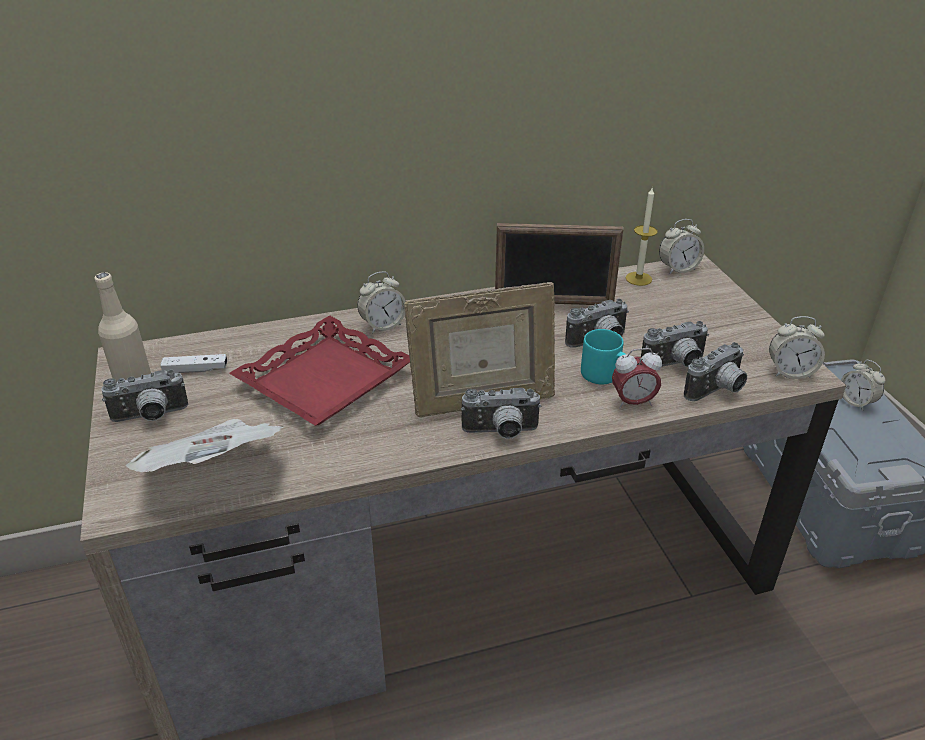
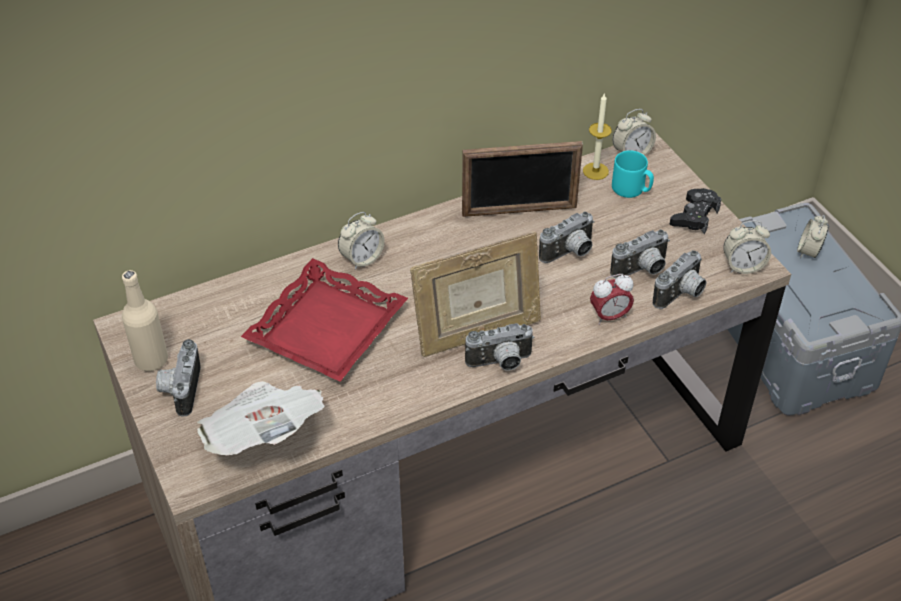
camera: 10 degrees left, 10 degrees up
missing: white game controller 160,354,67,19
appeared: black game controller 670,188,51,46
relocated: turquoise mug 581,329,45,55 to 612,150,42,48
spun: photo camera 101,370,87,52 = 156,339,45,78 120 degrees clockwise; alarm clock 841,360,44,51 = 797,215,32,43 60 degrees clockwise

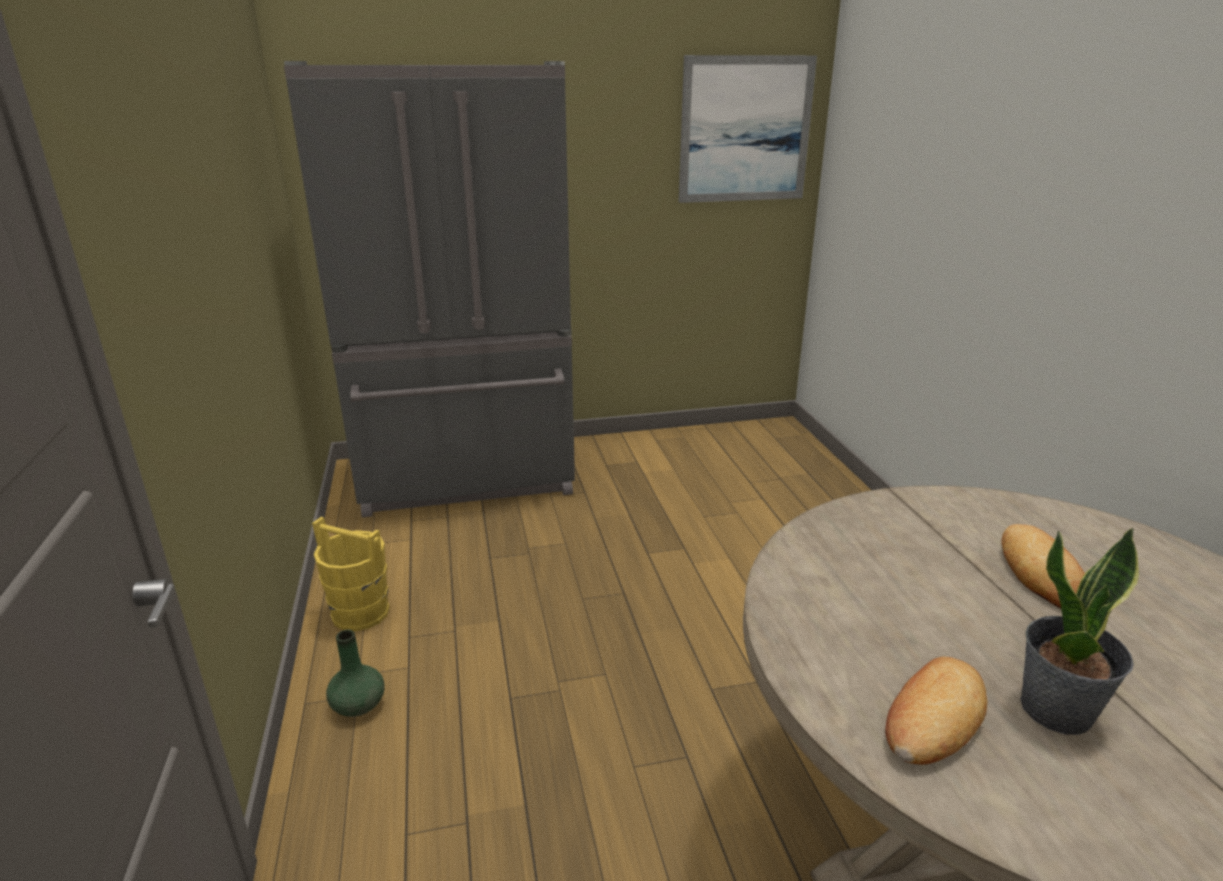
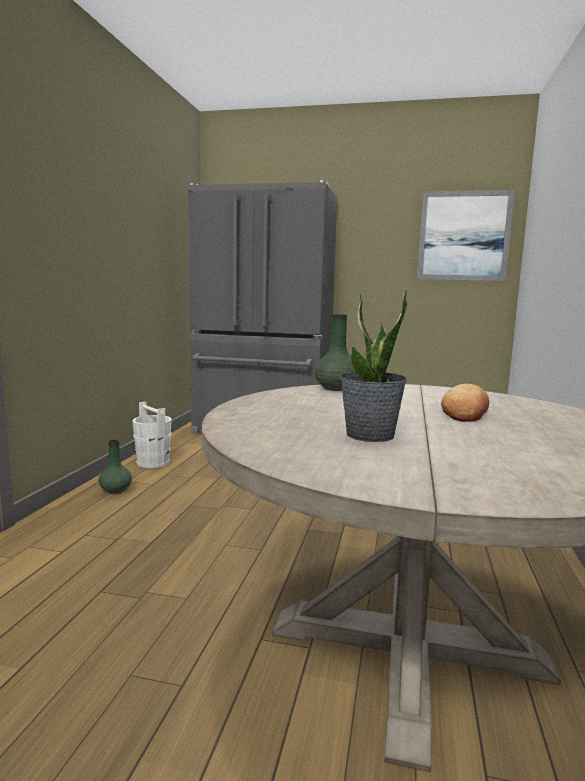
camera: 25 degrees right, 15 degrees down
missing: bread 885,657,102,108
appeared: green vase 314,314,41,77
colour: yellow bucket 312,517,77,115 to white bucket 132,402,40,66

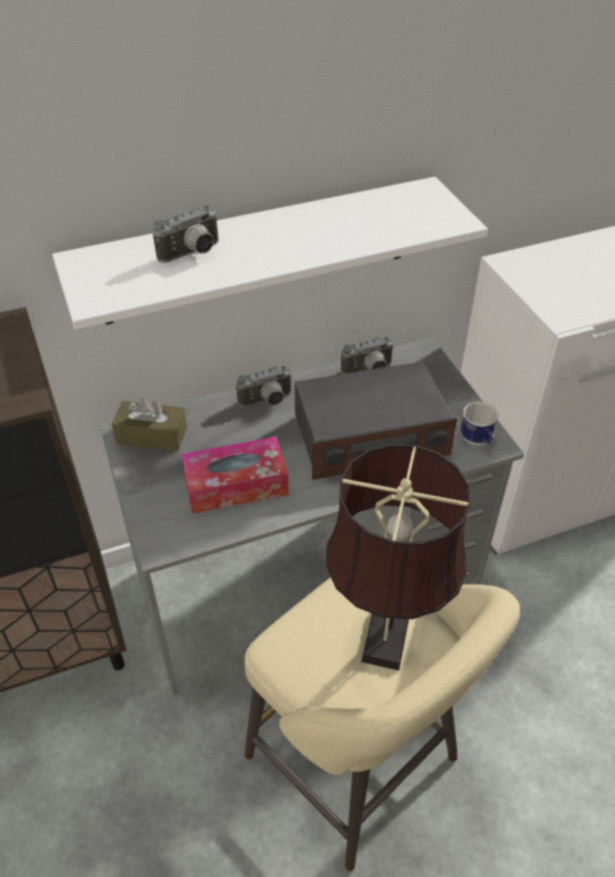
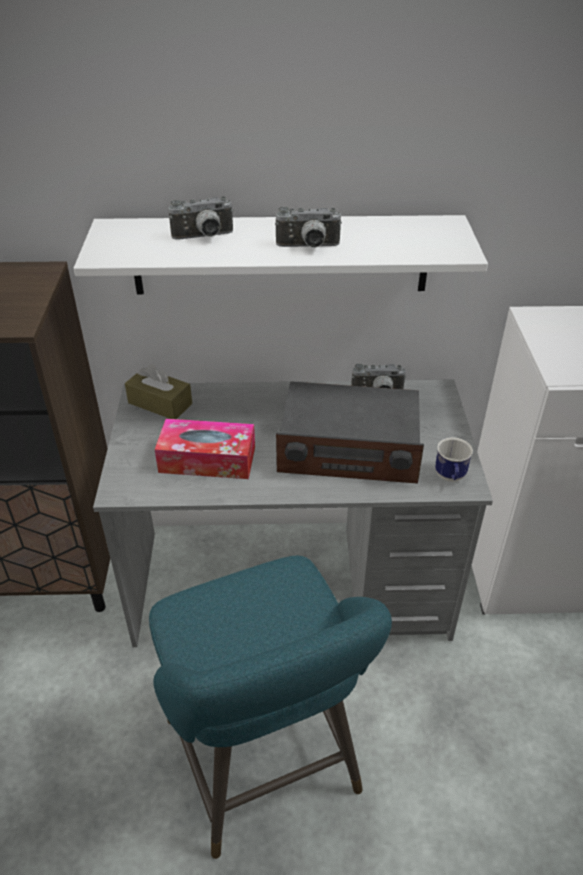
camera: 20 degrees right, 5 degrees down
missing: brown table lamp 326,444,145,227
relocated: photo camera 236,366,57,41 to 275,207,67,41
colour: beige stool 245,577,275,294 to turquoise stool 149,555,243,304

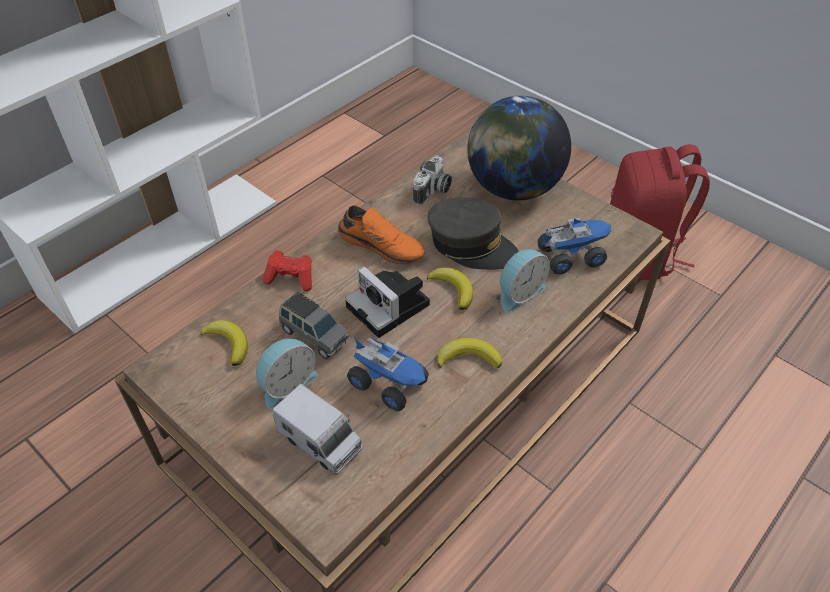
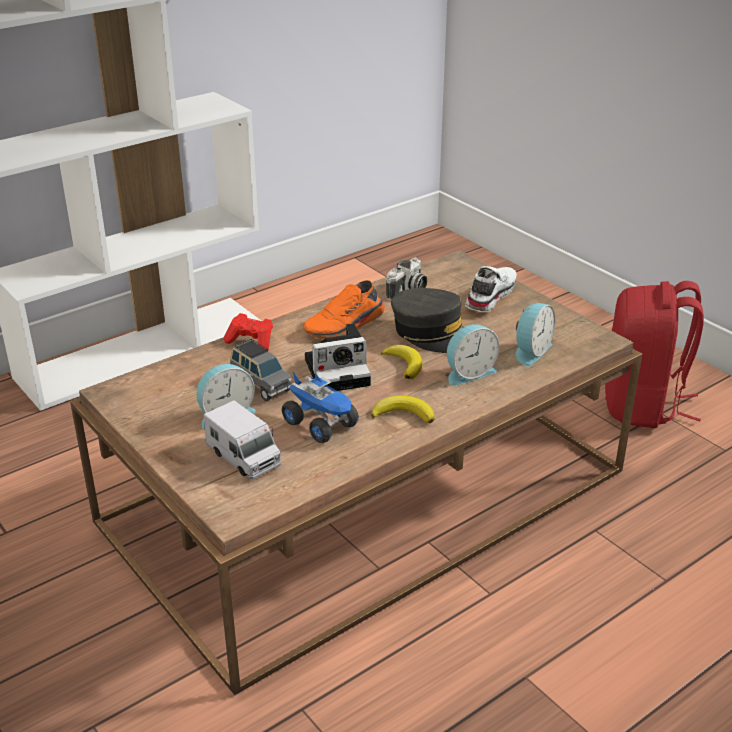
camera: 10 degrees right, 15 degrees down
missing: banana 201,320,47,46
exchanged: globe 467,96,104,105 to white shoe 465,266,52,46; toy truck 538,218,73,56 to alarm clock 516,303,39,64
spun: orange shoe 337,205,88,60 = 303,280,82,59 105 degrees clockwise; photo camera 345,266,85,72 = 305,323,66,68 75 degrees counterclockwise

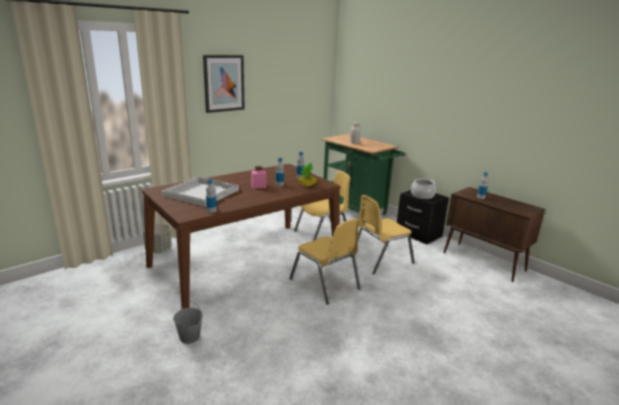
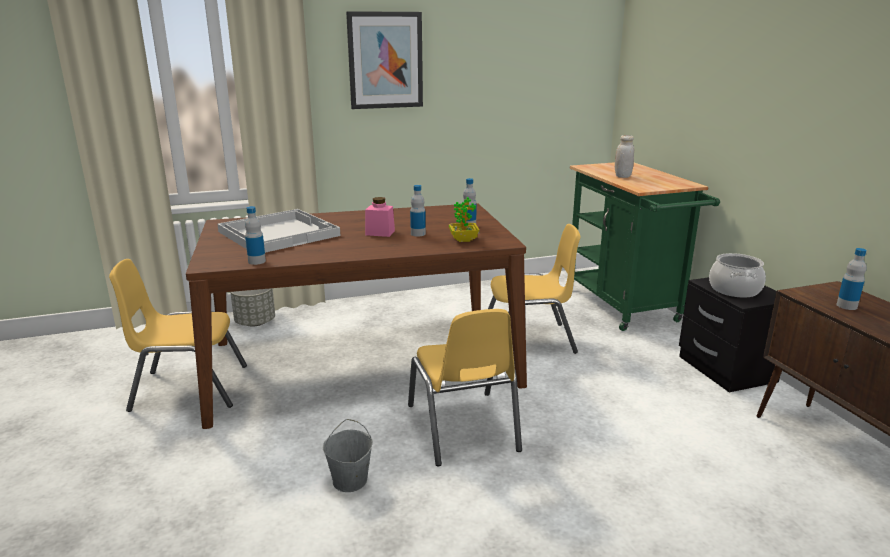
camera: 25 degrees right, 0 degrees up
relocated: grey bucket 173,302,30,42 to 323,419,50,73; yellow chair 350,195,65,79 to 109,259,138,153

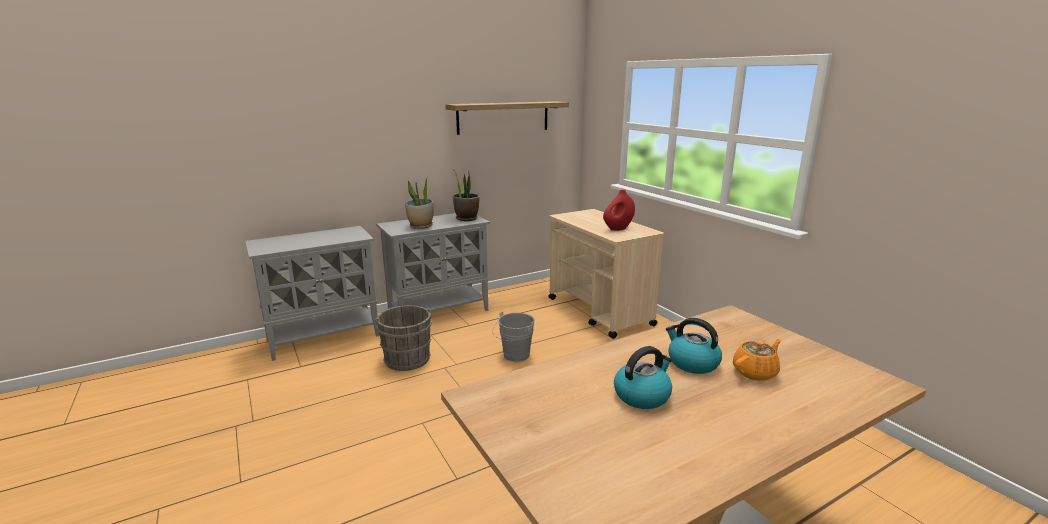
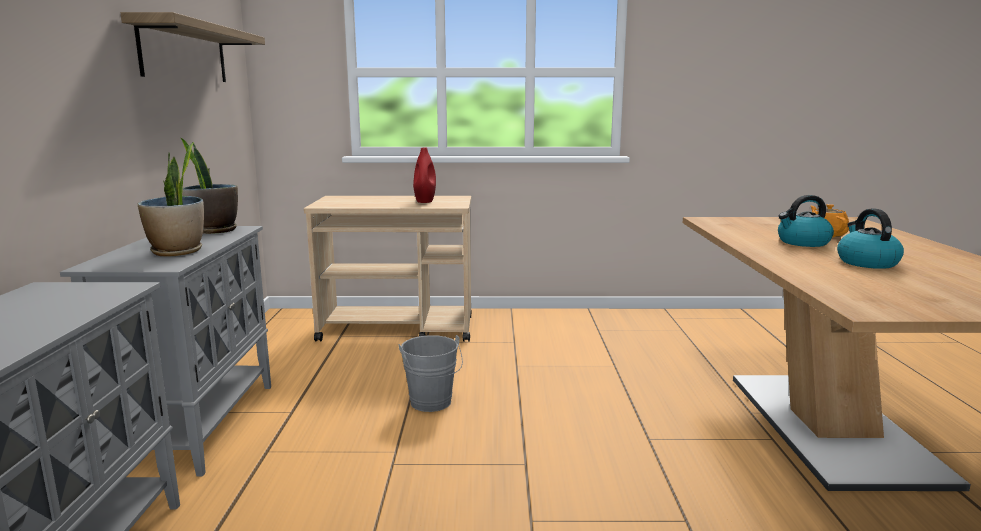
camera: 60 degrees left, 5 degrees down
missing: grey bucket 373,305,59,66

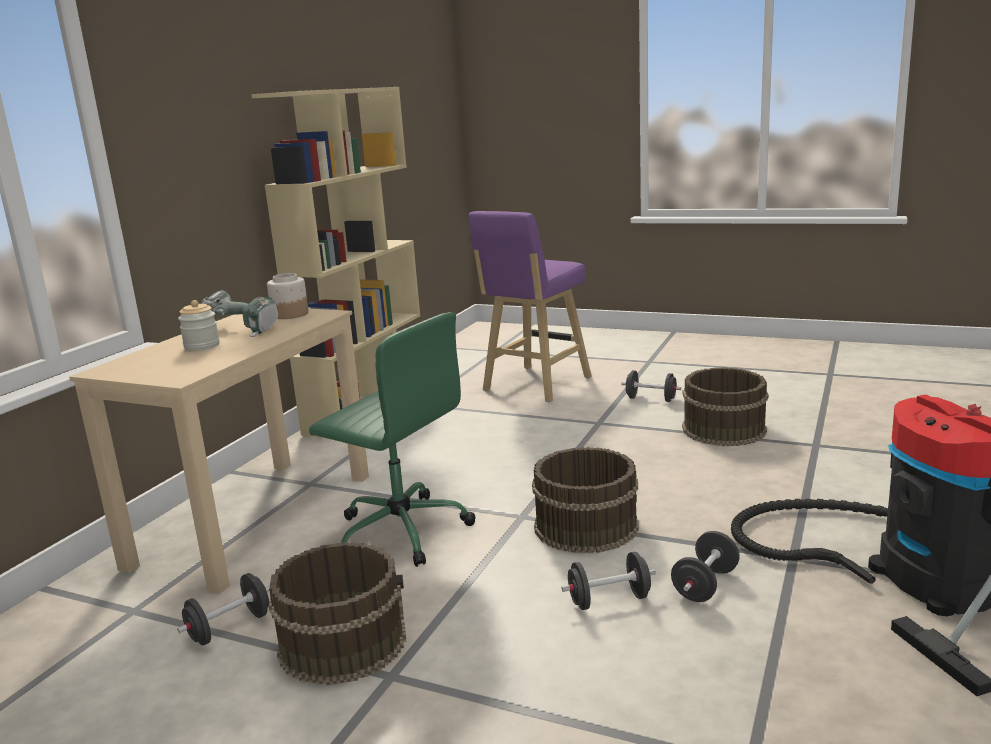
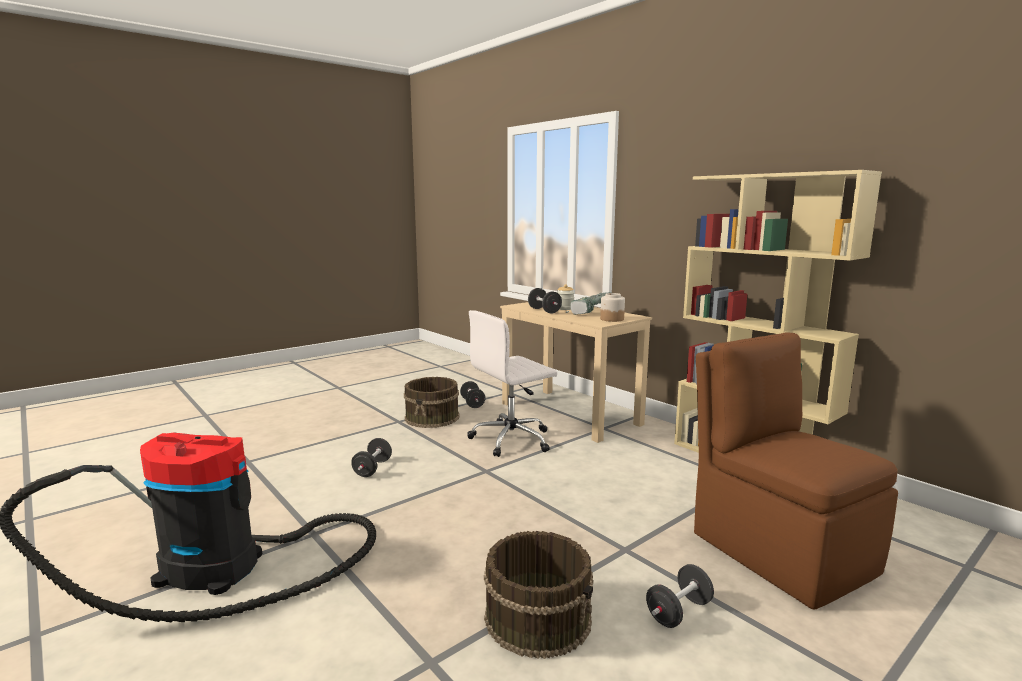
camera: 115 degrees right, 5 degrees down
missing: brown bucket 532,447,107,107
relocated: black dumbbell 671,531,69,71 to 528,288,34,26
exchanged: purple stool 469,211,123,191 to brown chair 694,332,204,277
colour: green office chair 309,312,167,255 to white office chair 467,310,90,147

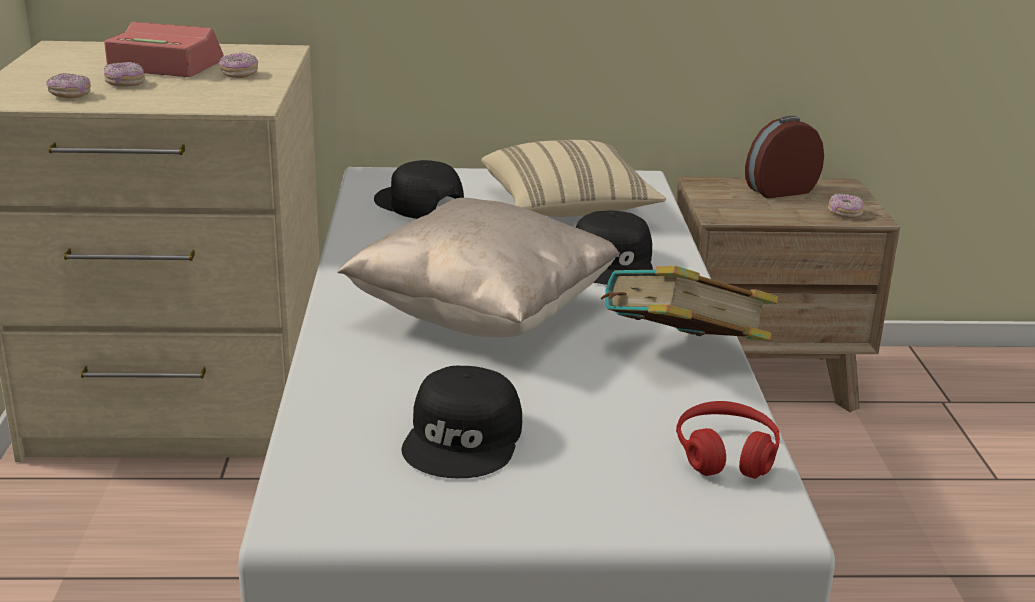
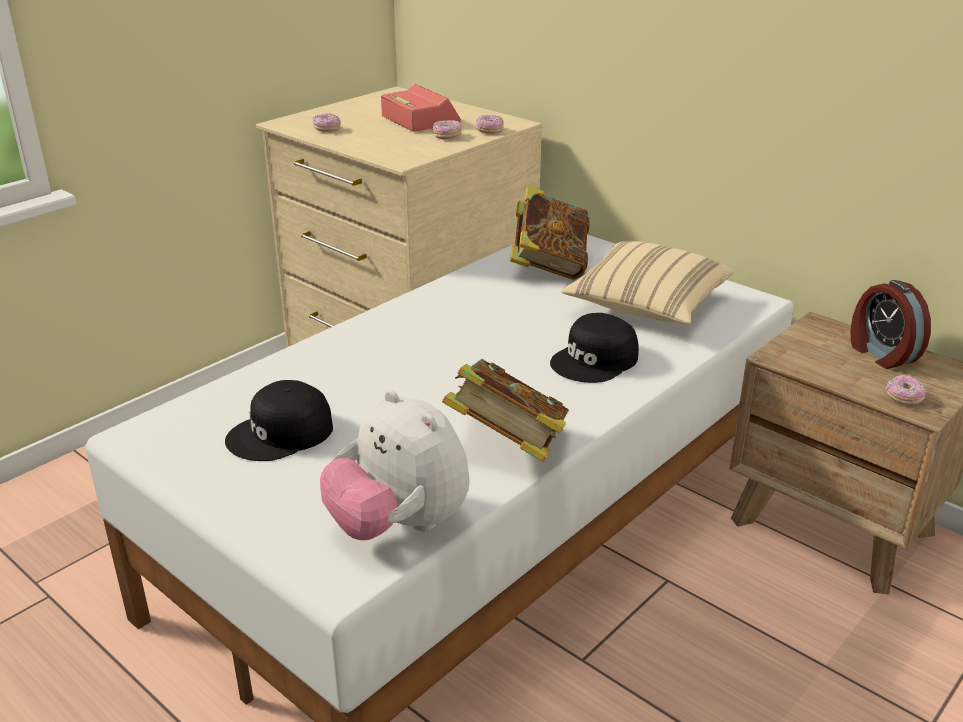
camera: 45 degrees right, 5 degrees up
missing: beige pillow 337,198,282,139
relocated: donut 104,62,41,25 to 476,115,28,19
exchanged: black cap 374,160,90,59 to book 510,186,80,94; red headphones 676,401,104,78 to plush toy 320,390,149,150
spun: alarm clock 745,116,79,82 = 851,280,80,89 135 degrees counterclockwise

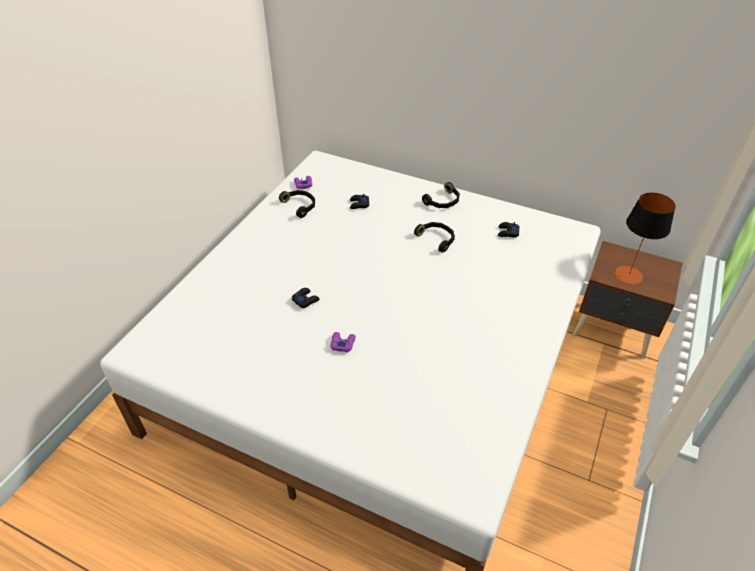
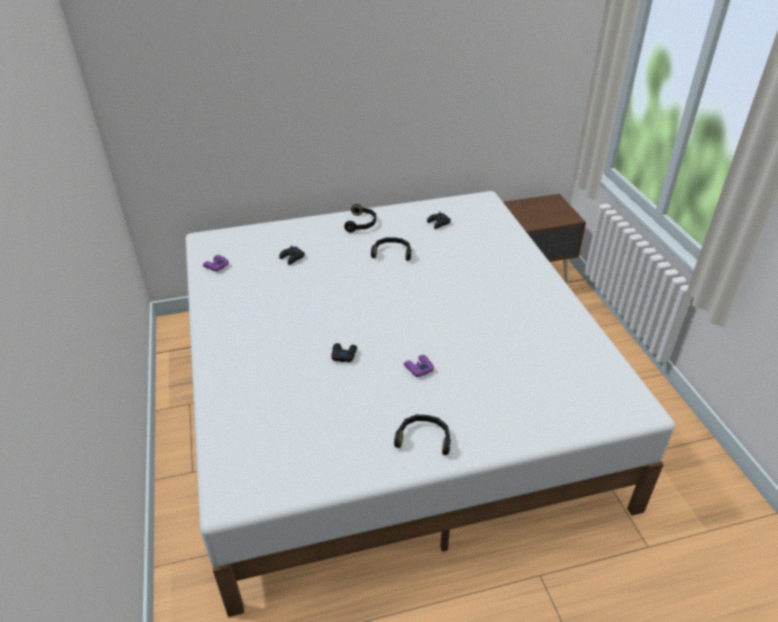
camera: 40 degrees left, 5 degrees down
missing: table lamp 615,193,61,91
relocated: black headphones 279,190,36,28 to 394,415,57,40

